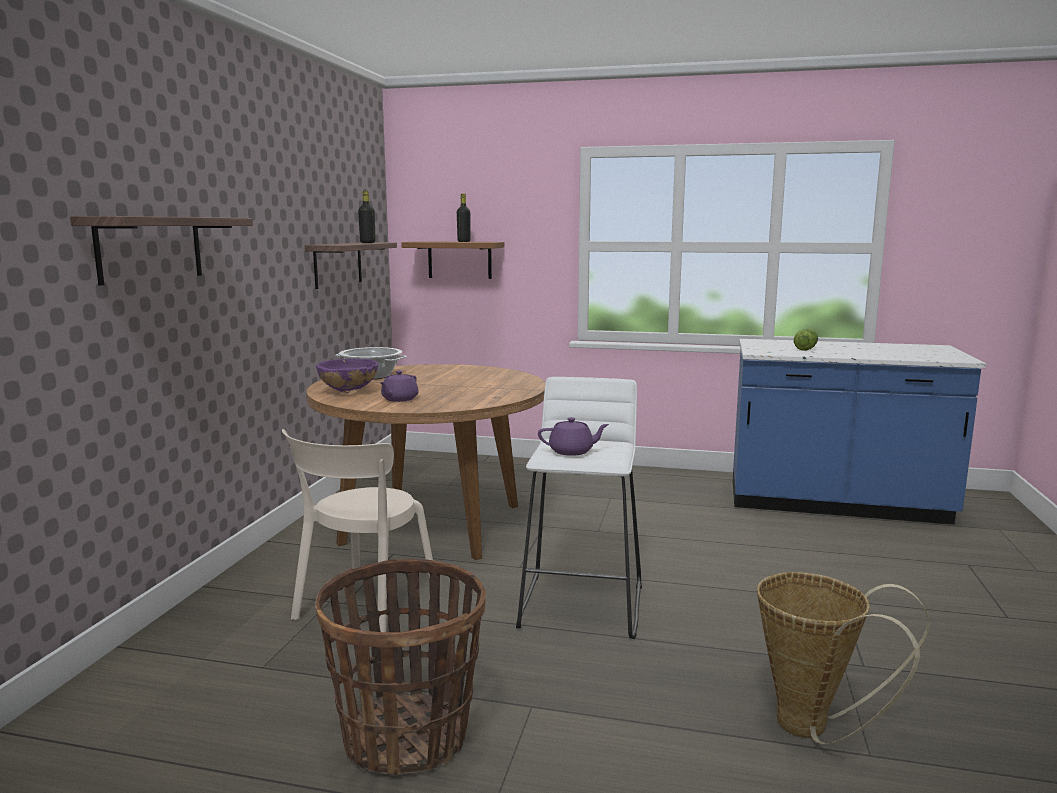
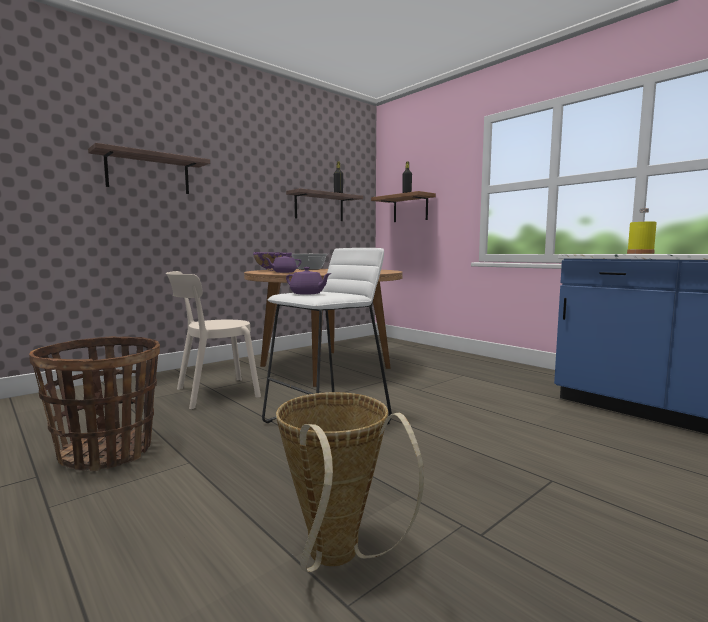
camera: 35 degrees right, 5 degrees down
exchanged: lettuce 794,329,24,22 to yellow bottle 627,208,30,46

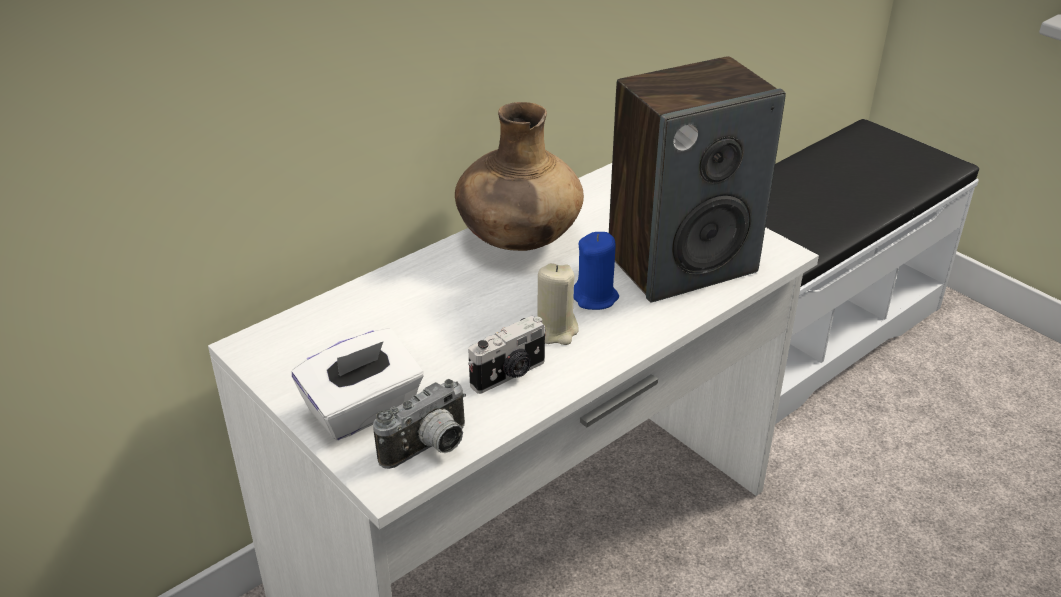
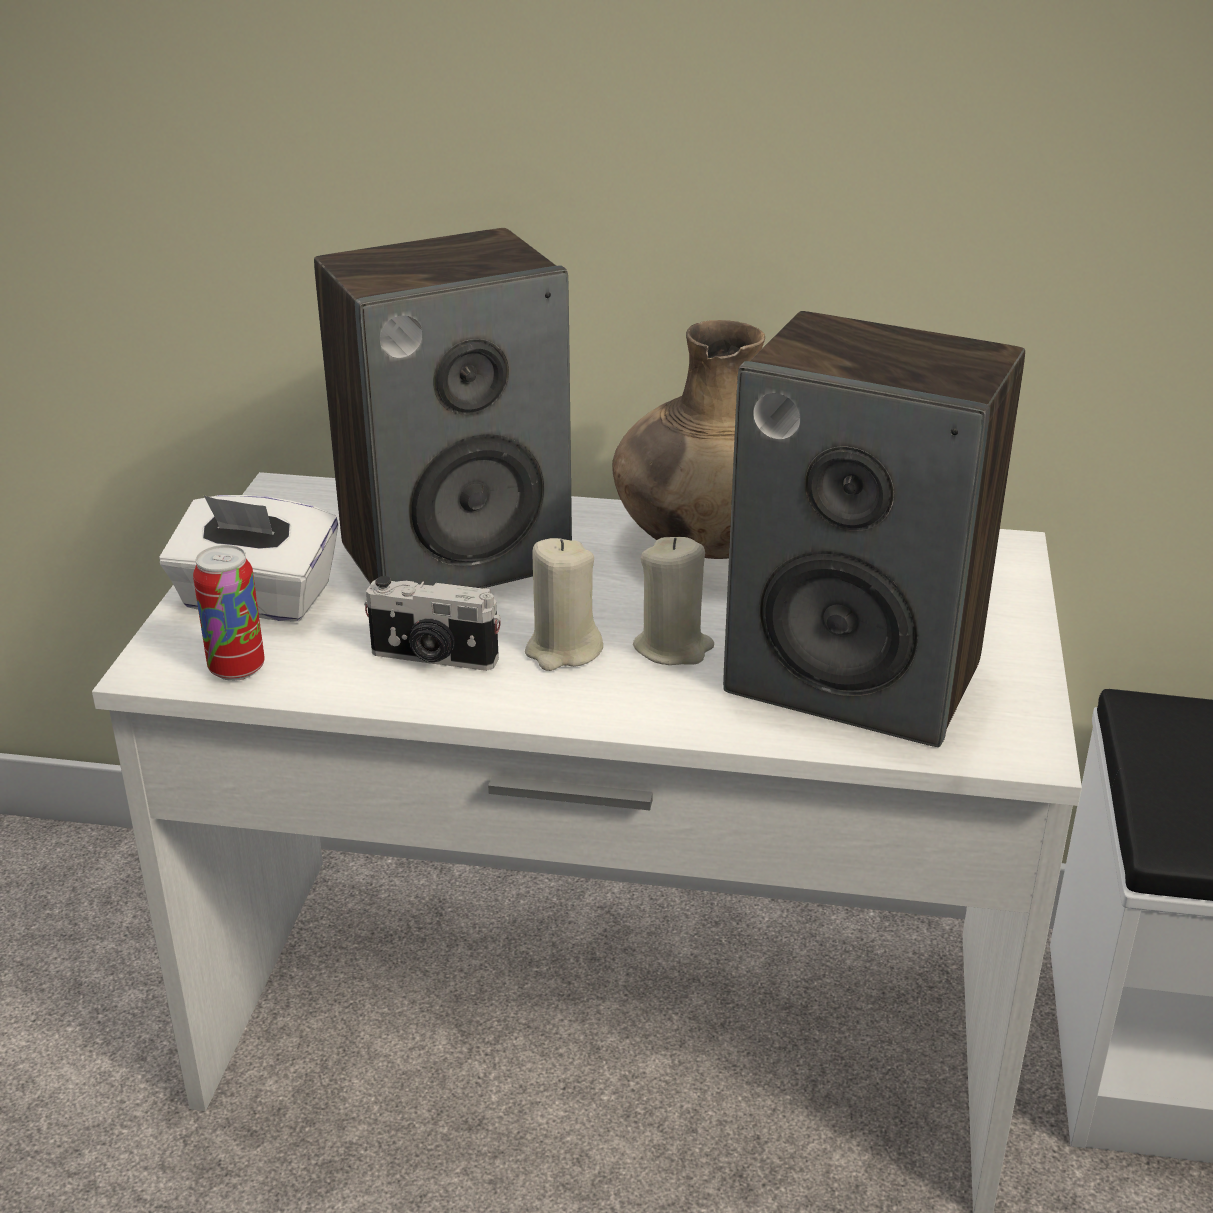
camera: 50 degrees right, 5 degrees down
appeared: speaker 314,228,258,360
exchanged: photo camera 373,379,93,90 to can 193,545,72,136
colour: blue candle 574,232,45,78 to beige candle 633,537,81,128

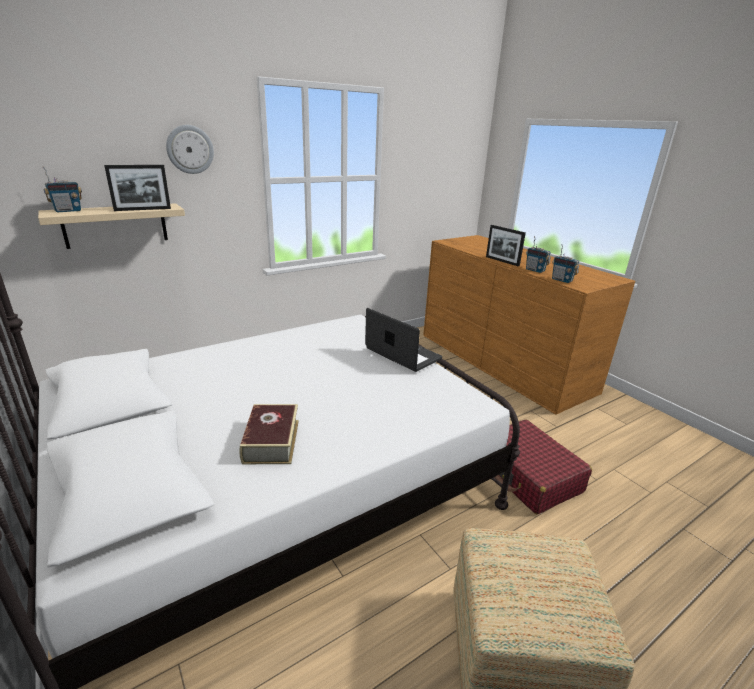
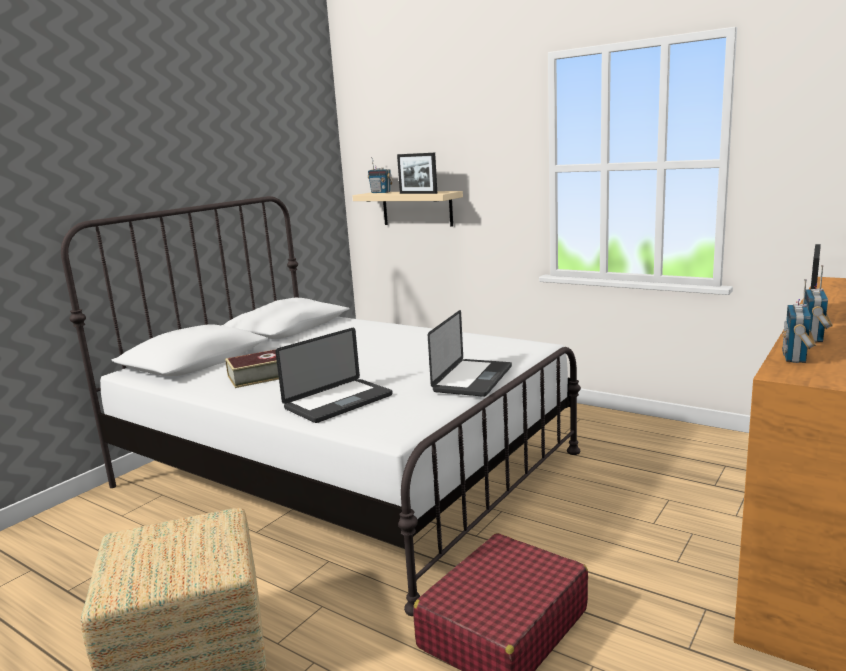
camera: 70 degrees right, 10 degrees down
missing: wall clock 166,125,48,49
appeared: laptop 275,328,118,95

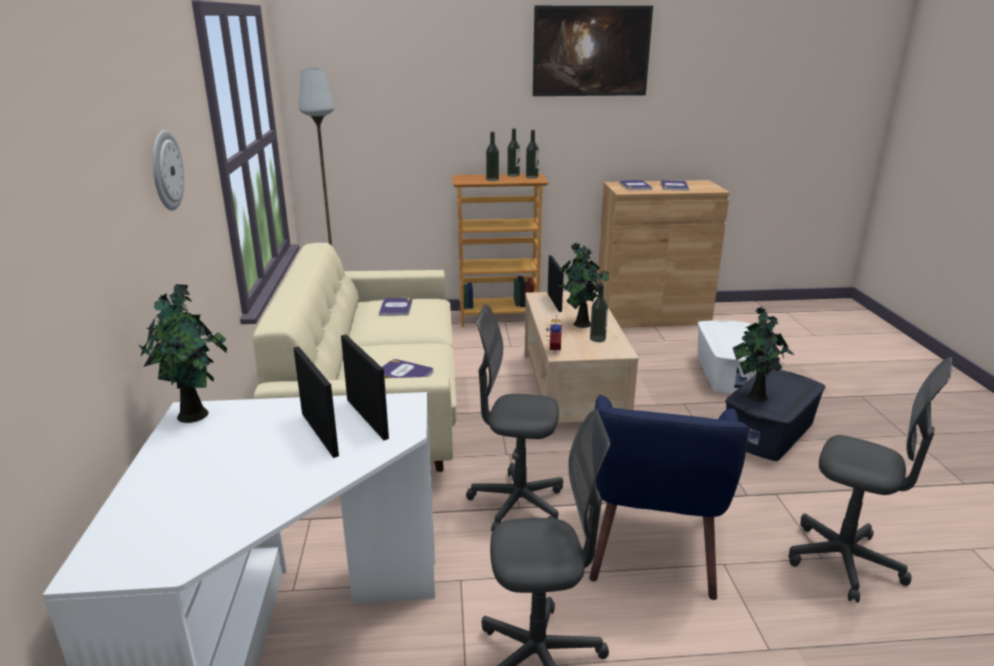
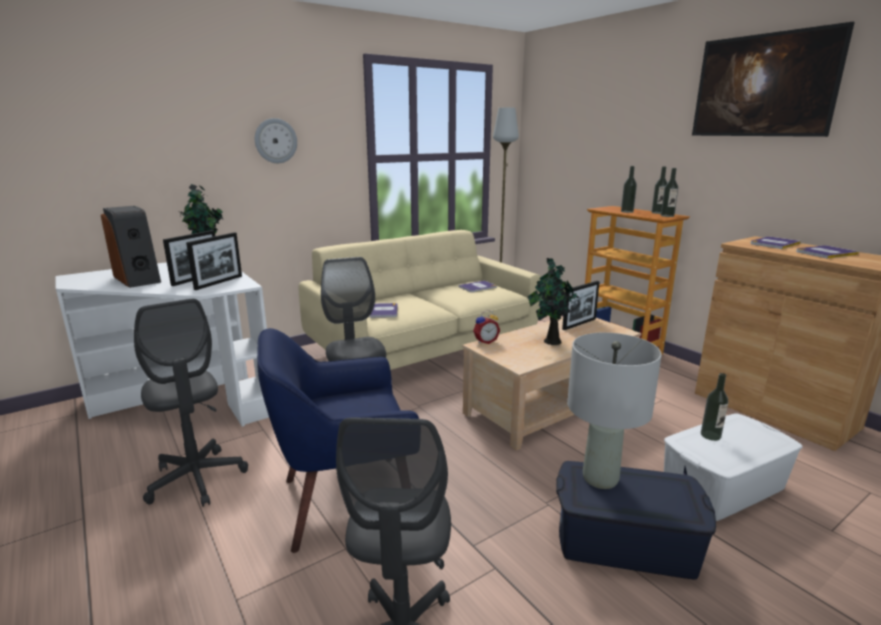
camera: 60 degrees right, 5 degrees down
appeared: speaker 101,206,60,82
relocated: bottle 590,284,18,58 to 701,373,27,68
exchanged: potted plant 733,307,61,95 to grey table lamp 567,332,95,157

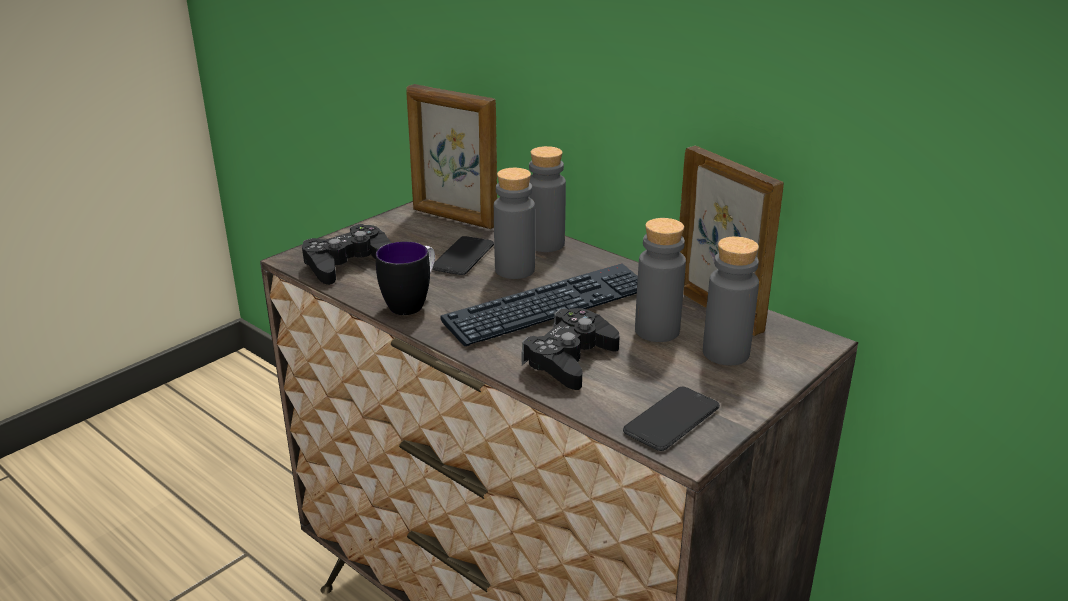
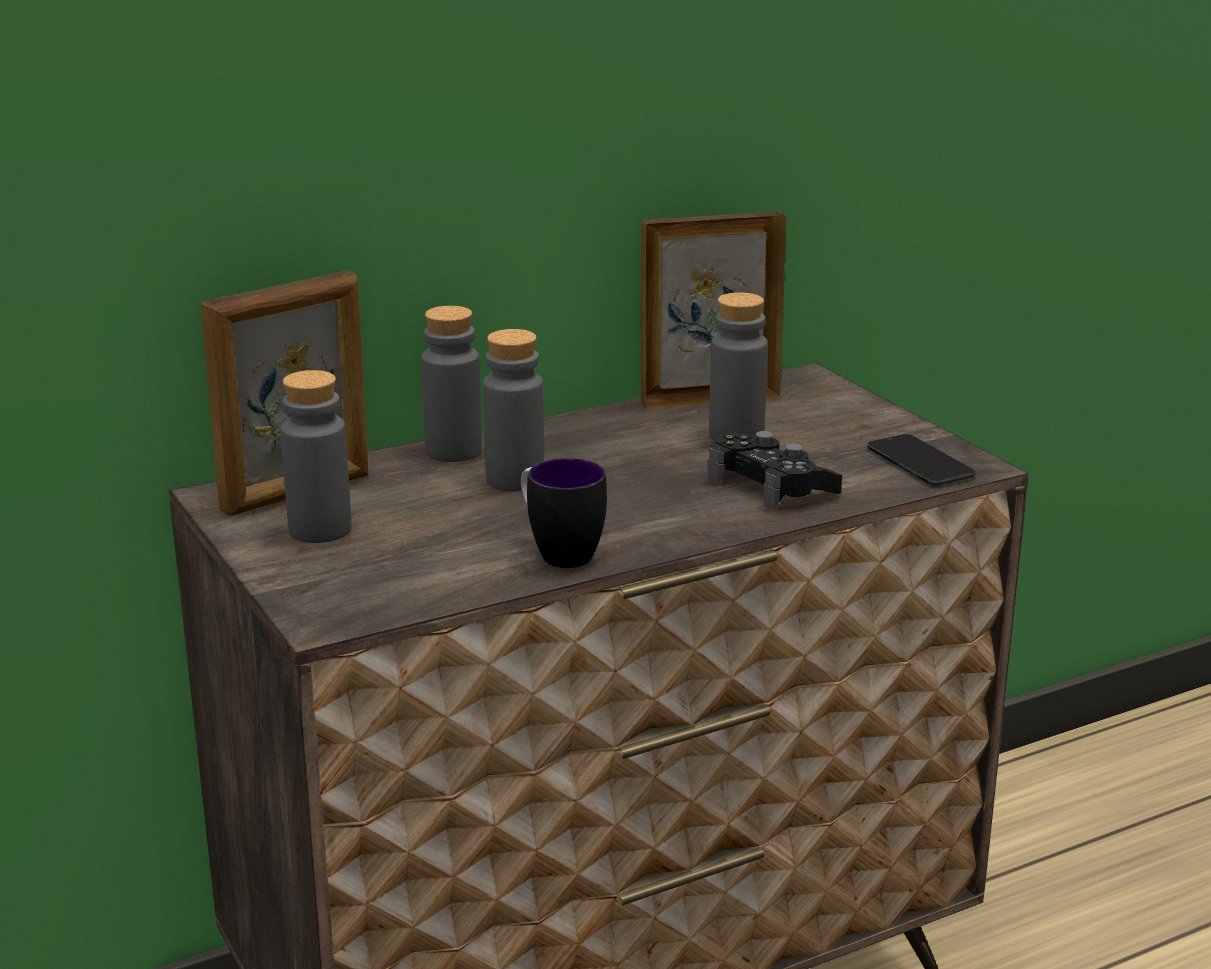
camera: 70 degrees left, 5 degrees down
missing: black game controller 302,224,89,61; phone 432,236,62,39; keyboard 441,263,197,83
relocated: grey bottle 703,236,56,129 to 280,370,71,173

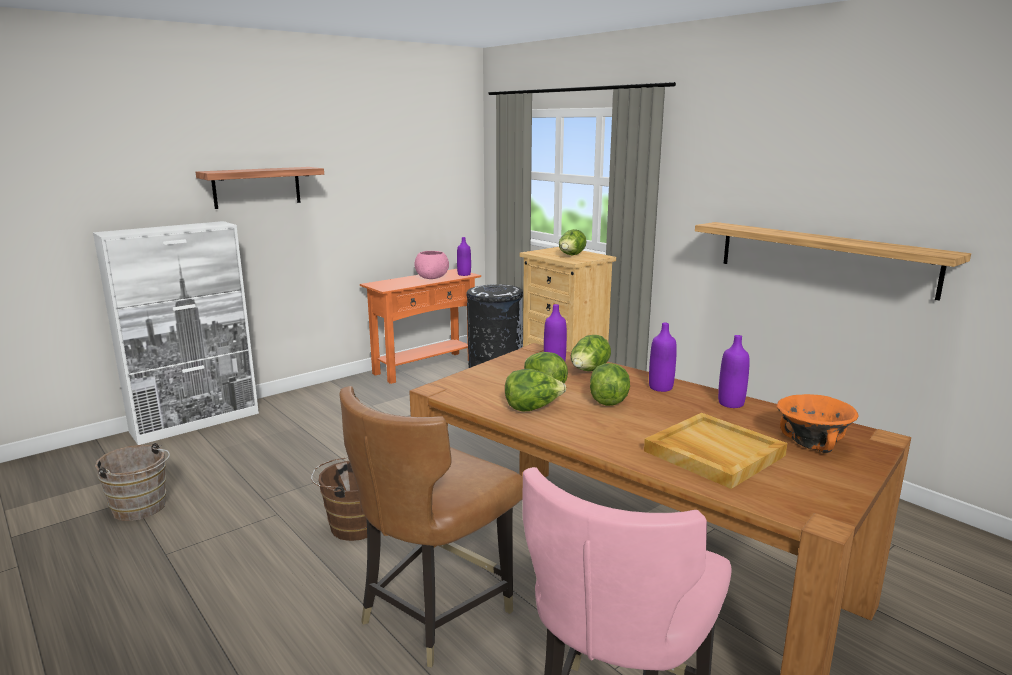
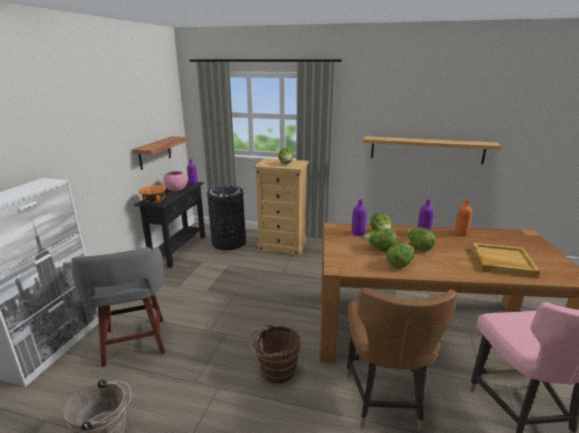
camera: 35 degrees left, 5 degrees up
appeared: grey stool 72,247,93,120
relocated: shelf 196,167,128,42 to 132,136,57,34; orange bowl 777,394,81,59 to 138,185,28,19
colour: orange console table 360,269,121,115 to black console table 134,181,71,87; purple bottle 718,335,32,73 to orange bottle 455,199,17,37

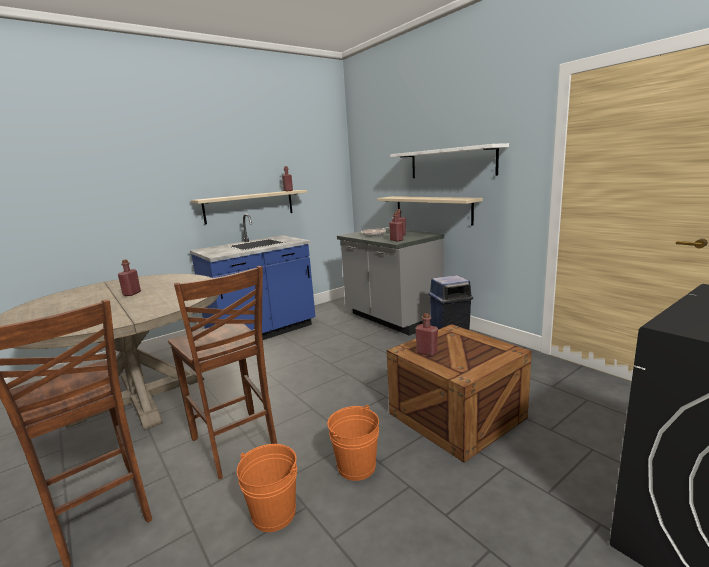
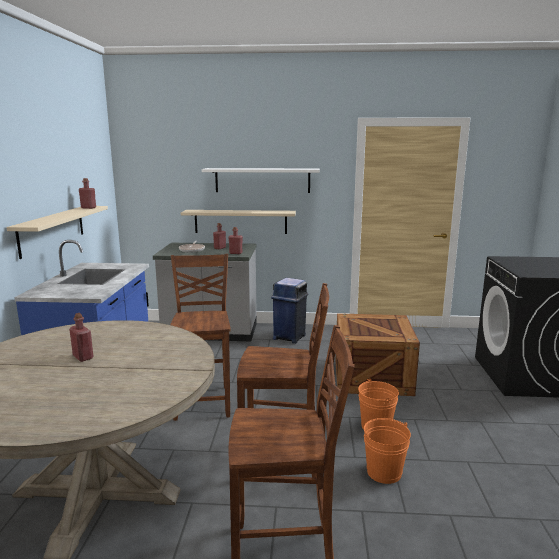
camera: 50 degrees left, 0 degrees up
missing: red bottle 415,313,23,43
appeared: brown chair 170,254,61,167

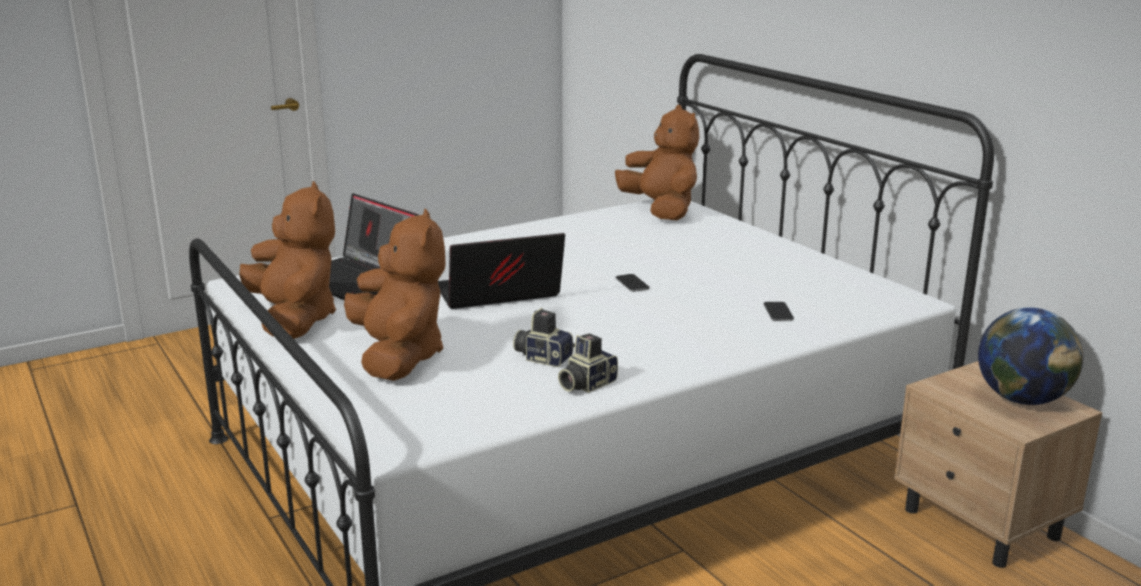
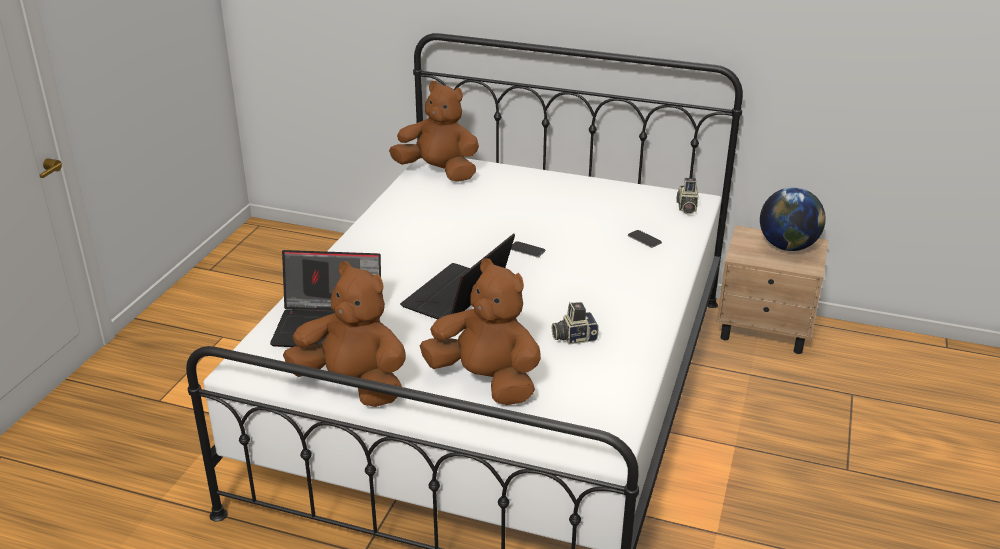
camera: 40 degrees left, 10 degrees up
relocated: photo camera 558,333,60,60 to 676,178,23,36

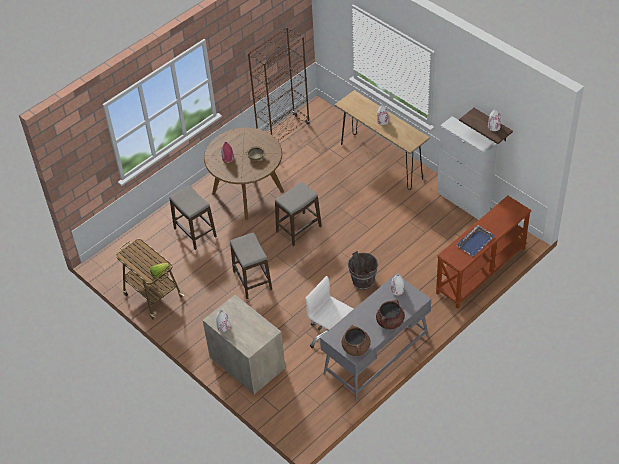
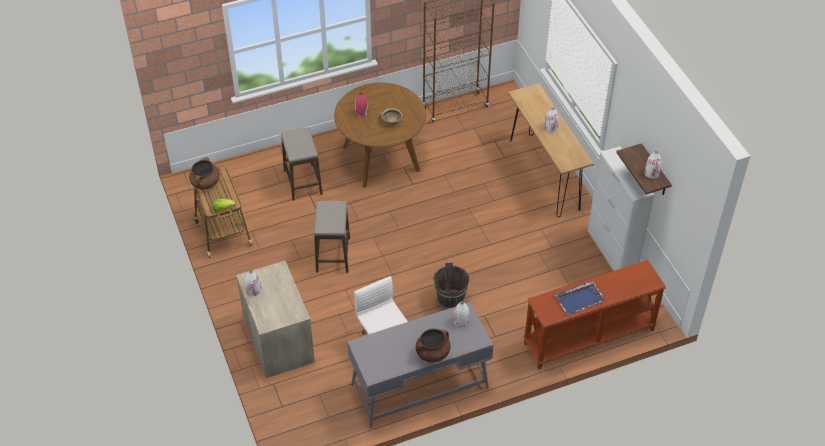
camera: 20 degrees right, 0 degrees up
missing: stool 275,182,47,64
relocated: brown cooking pot 342,325,29,31 to 189,157,31,33

